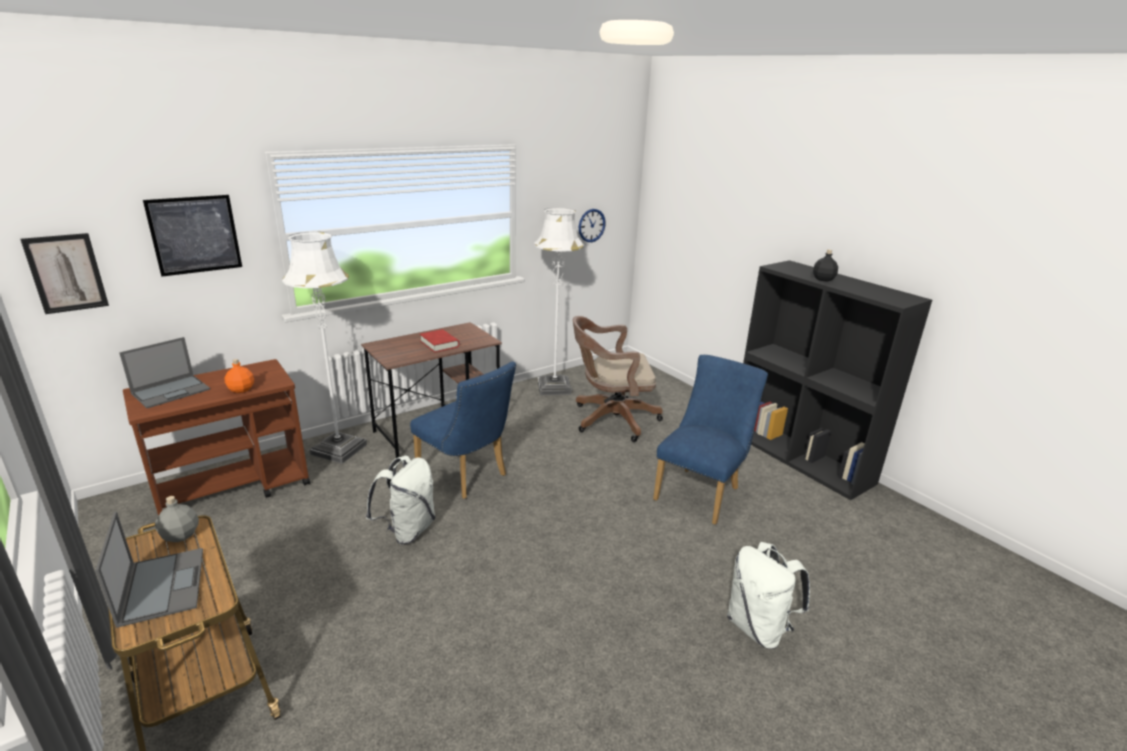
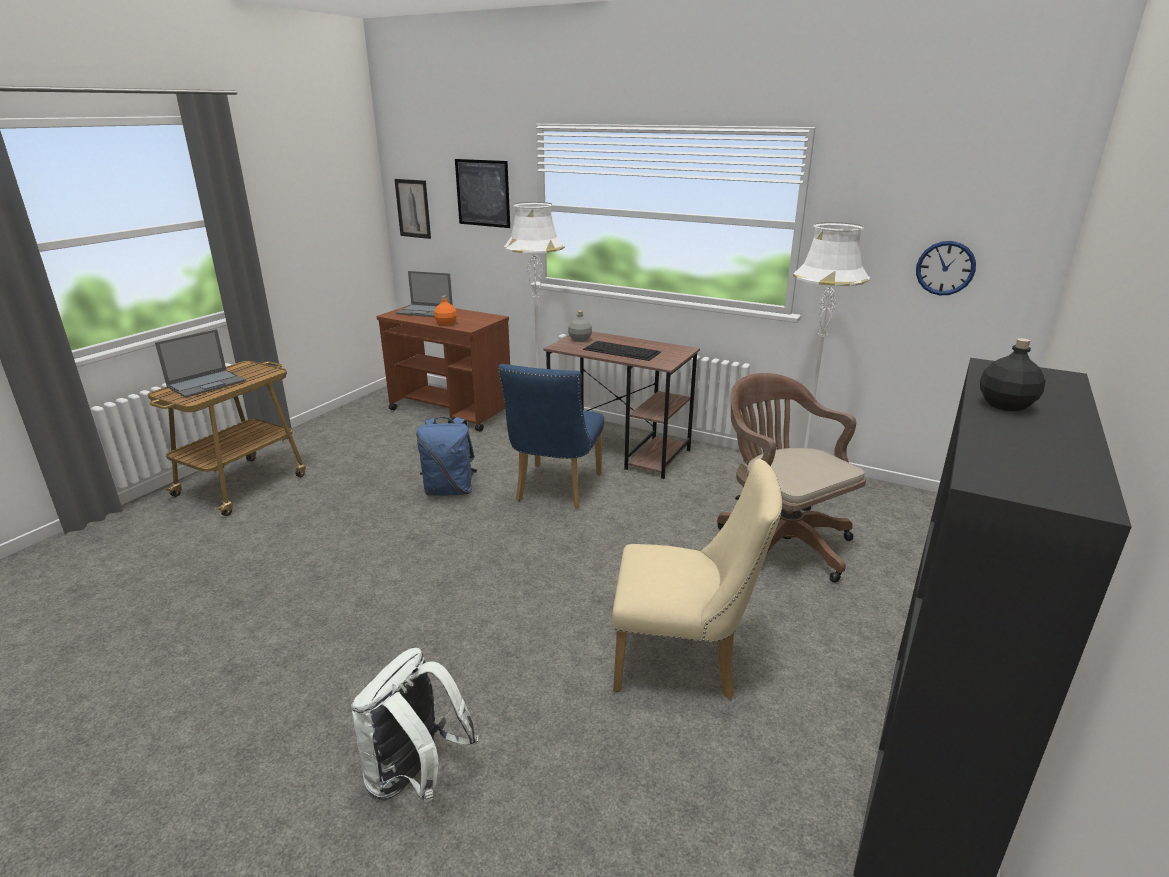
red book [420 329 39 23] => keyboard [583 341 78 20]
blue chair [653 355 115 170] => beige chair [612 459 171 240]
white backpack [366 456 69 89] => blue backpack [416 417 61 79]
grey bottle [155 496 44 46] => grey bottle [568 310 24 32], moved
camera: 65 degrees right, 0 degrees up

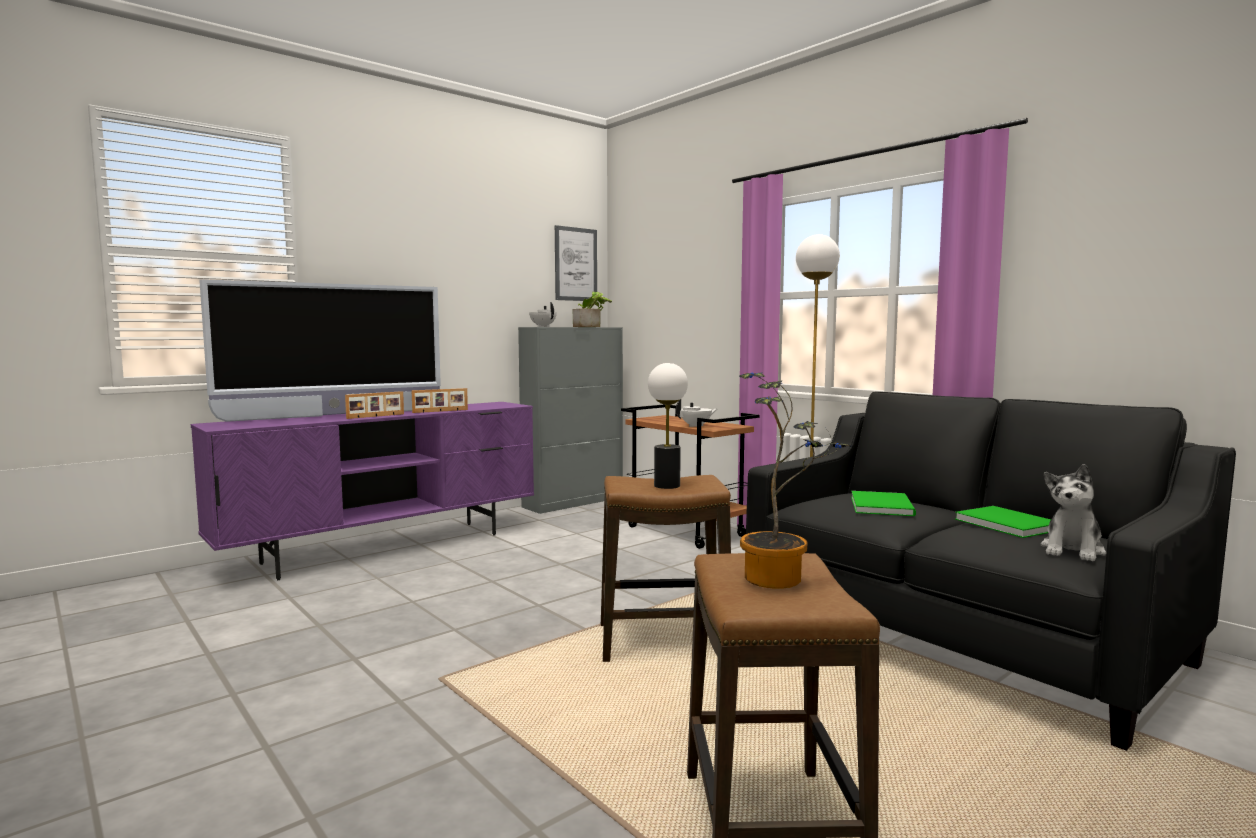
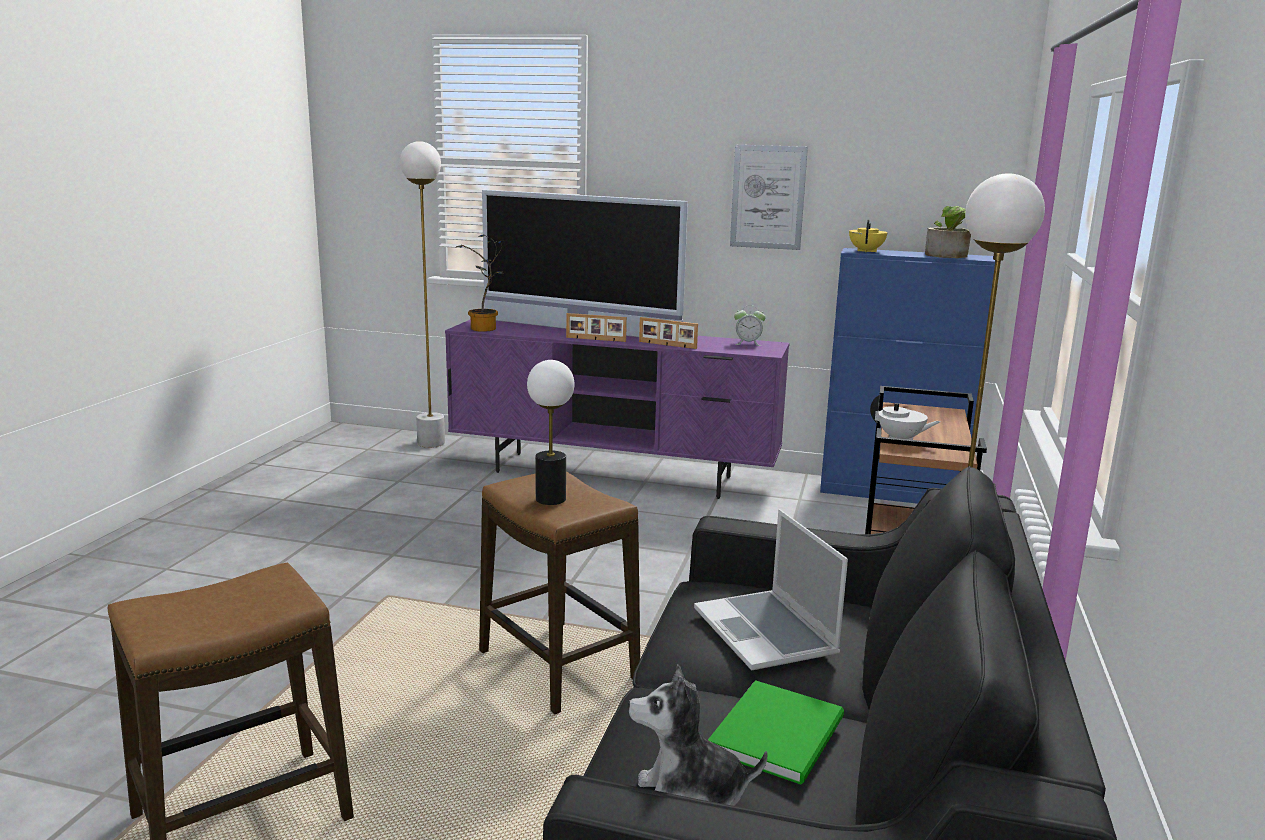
picture [555 225 42 76] => picture [730 145 78 105], moved
white teapot [529 302 28 25] => yellow teapot [849 220 38 32]
grey cabinet [518 327 105 187] => blue cabinet [820 248 175 256]
potted plant [739 372 112 217] => potted plant [456 235 50 97], moved
green book [851 491 65 25] => laptop [694 509 154 162]
nothing => white floor lamp [400 141 45 307]
nothing => alarm clock [734 305 32 41]
camera: 55 degrees right, 10 degrees up

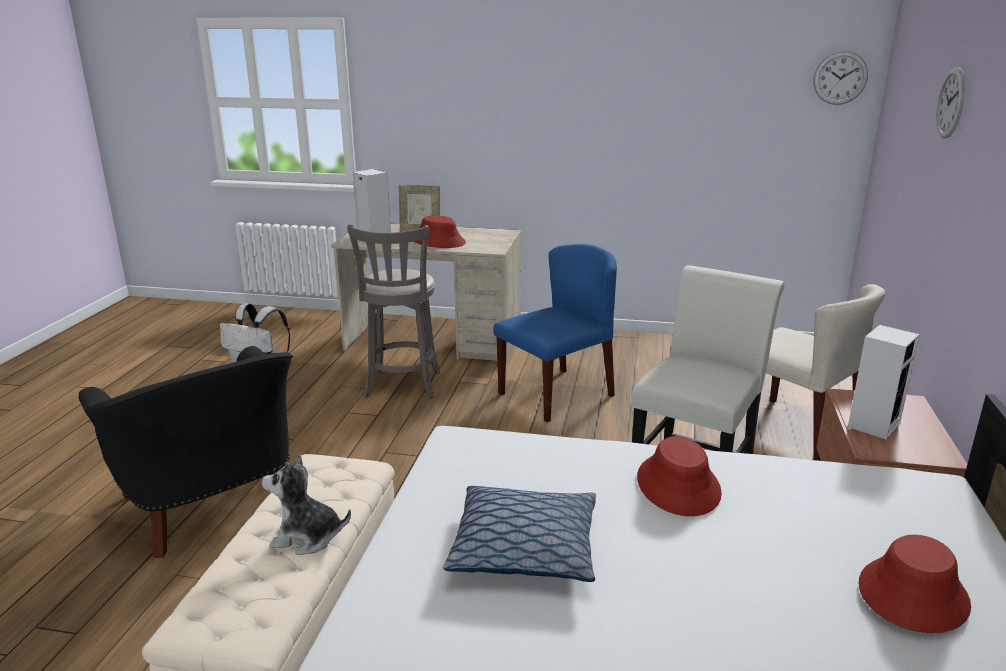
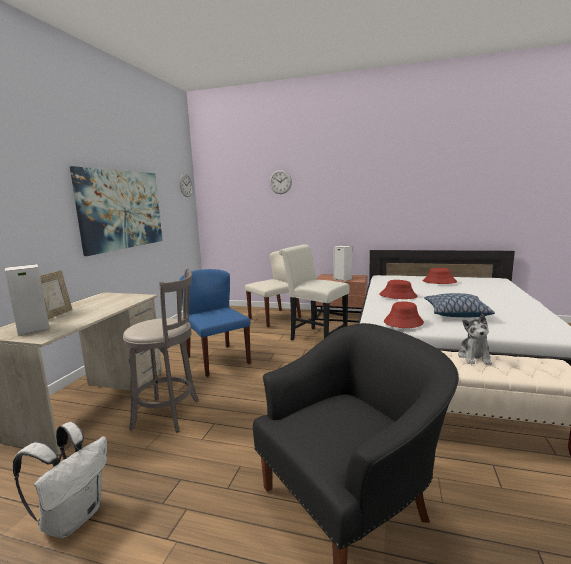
red hat [414 215 52 33] => red hat [384 302 40 26], moved
nothing => picture [70 166 93 90]
camera: 85 degrees left, 10 degrees down

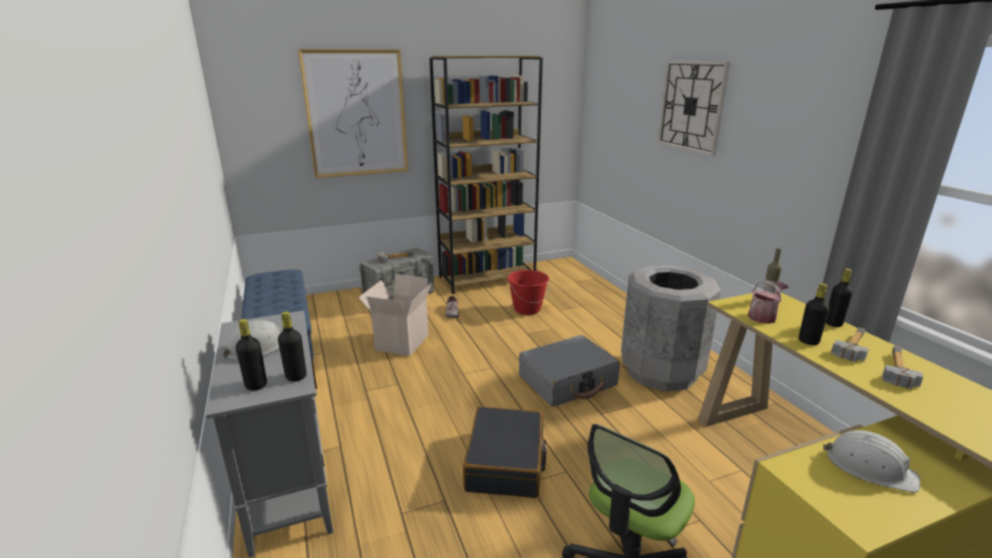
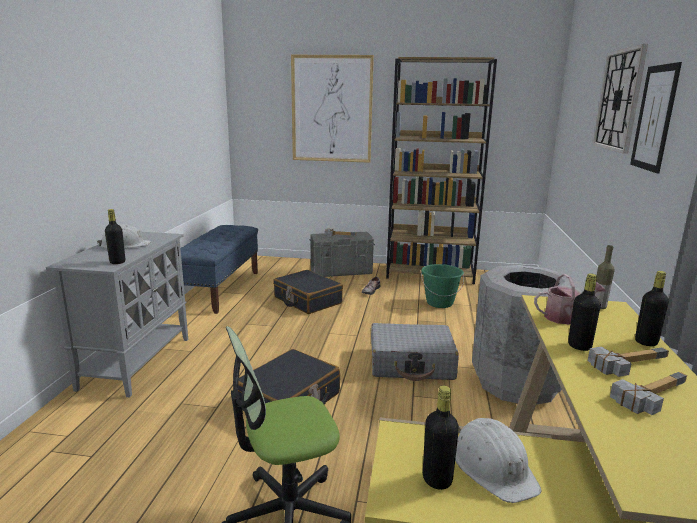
red bucket [507 270 42 45] => green bucket [421 264 43 44]
cardboard box [358 274 73 82] => black suitcase [273 270 70 44]
black bottle [236 319 31 72] => black bottle [423 386 36 104], moved
nothing => picture [630 62 52 112]
camera: 30 degrees right, 5 degrees down

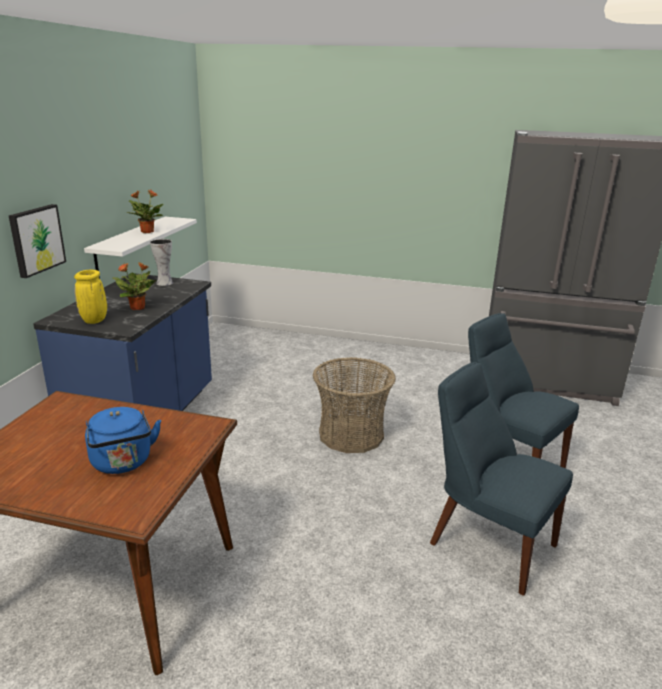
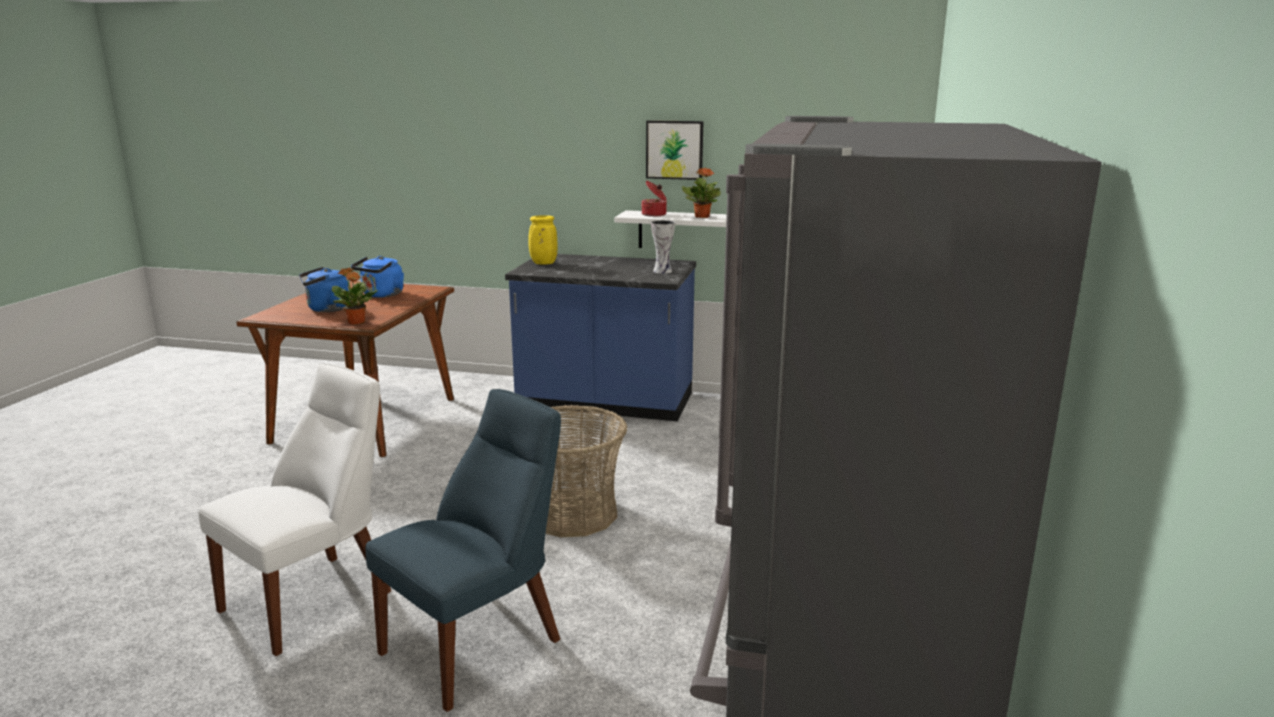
picture [9 204 57 74] => picture [646 120 58 60], moved
potted plant [113 262 43 48] => potted plant [332 268 46 57], moved
blue chair [430 362 143 234] => white chair [198 363 193 293]
nothing => cooking pot [641 181 26 36]
nothing => blue kettle [351 256 53 42]
camera: 90 degrees right, 5 degrees down

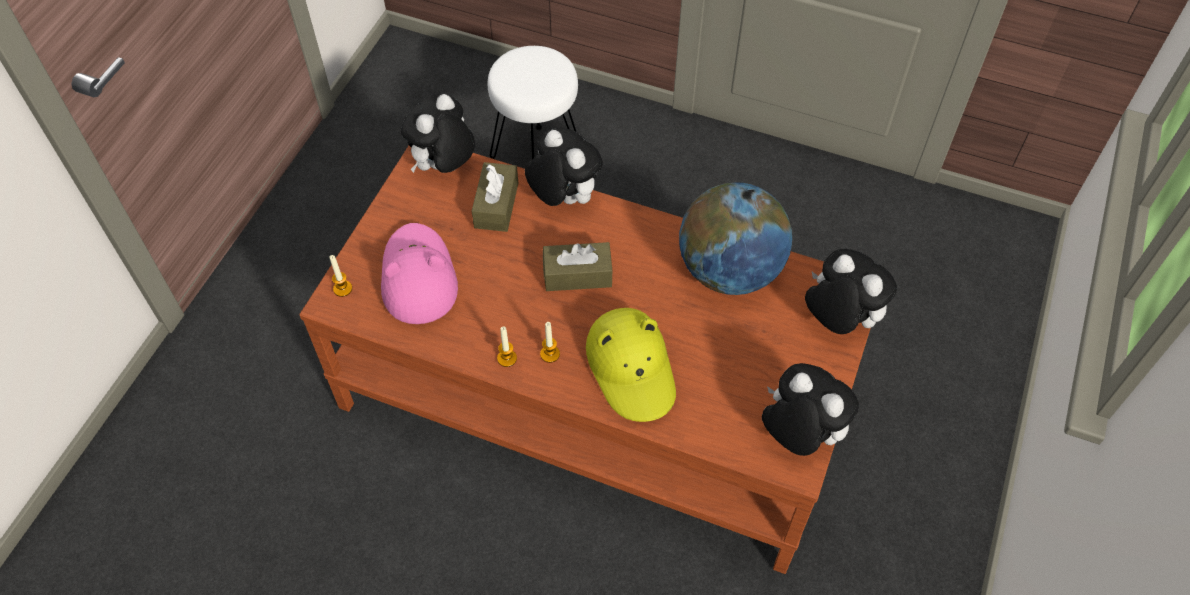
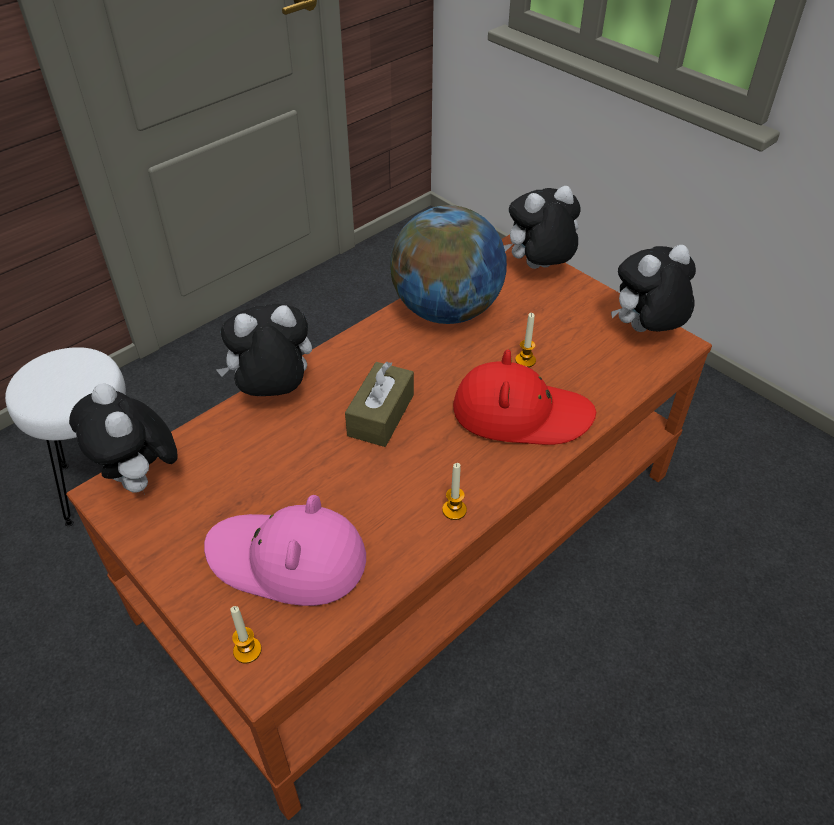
brown tissue box [472 162 46 70] => nothing
yellow hat [586 308 90 114] => red hat [453 350 143 95]
candle [540 322 20 41] => candle [515 313 21 54], moved
camera: 65 degrees left, 10 degrees down

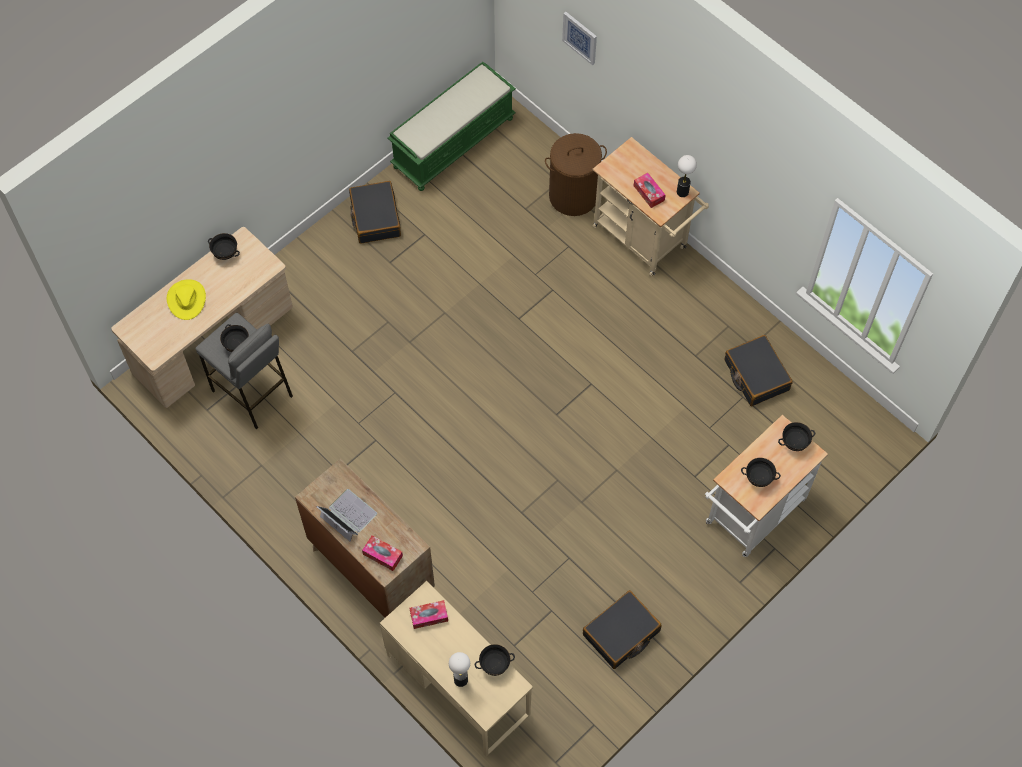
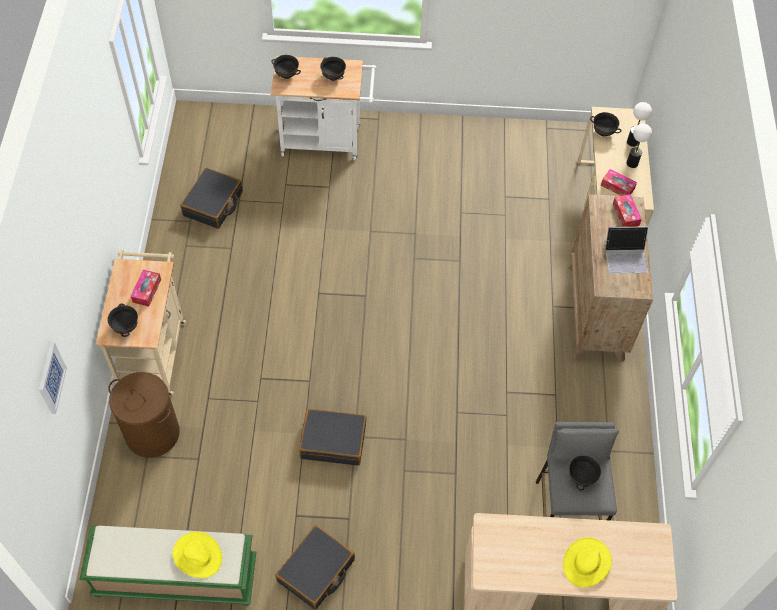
table lamp [677 155 20 42] => table lamp [627 124 25 44], moved
black bowl [208 233 32 27] => black bowl [107 304 31 33], moved
laptop [317 489 60 53] => laptop [604 226 44 48], 90 degrees counterclockwise
black suitcase [583 590 79 79] => black suitcase [299 409 68 57], moved
nothing => yellow hat [173 532 49 46]
camera: 135 degrees left, 5 degrees down

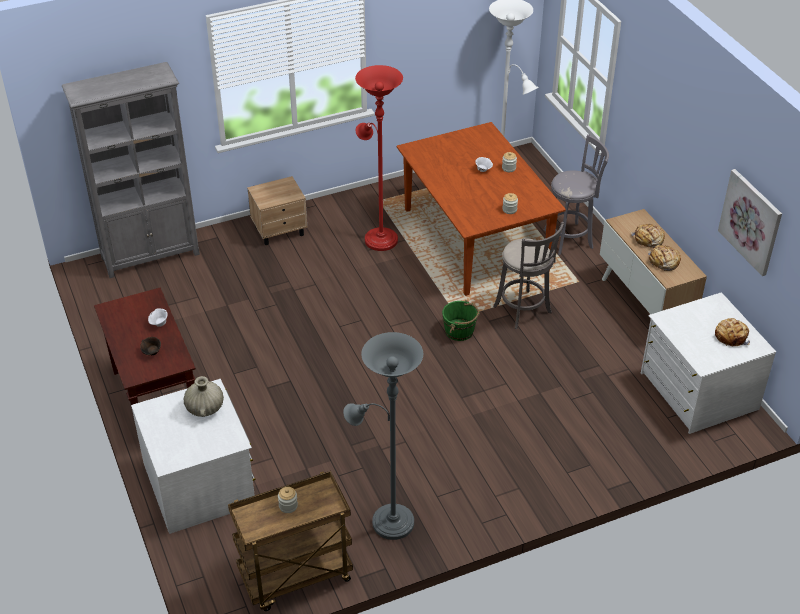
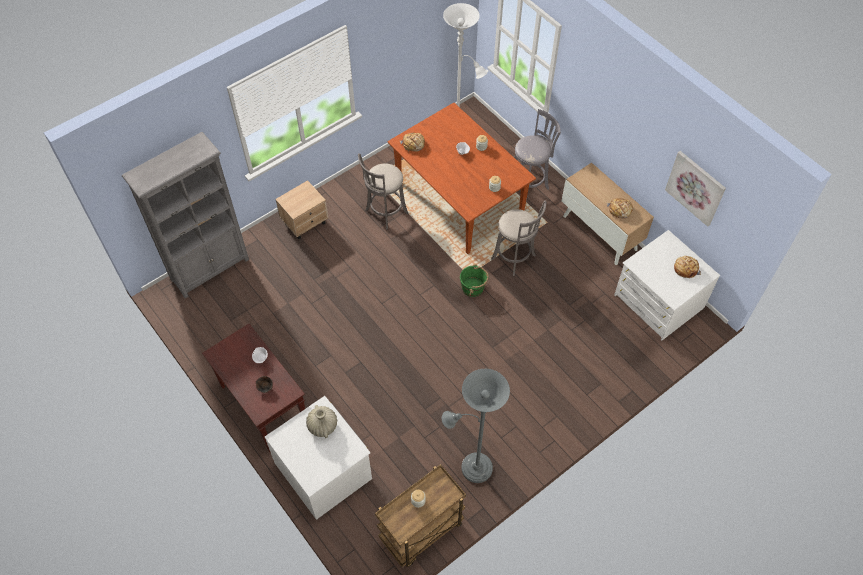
red floor lamp [355 65 48 186] => grey stool [358 153 50 77]
bread [631 224 34 24] => bread [400 133 25 19], moved
camera: 15 degrees left, 15 degrees up

